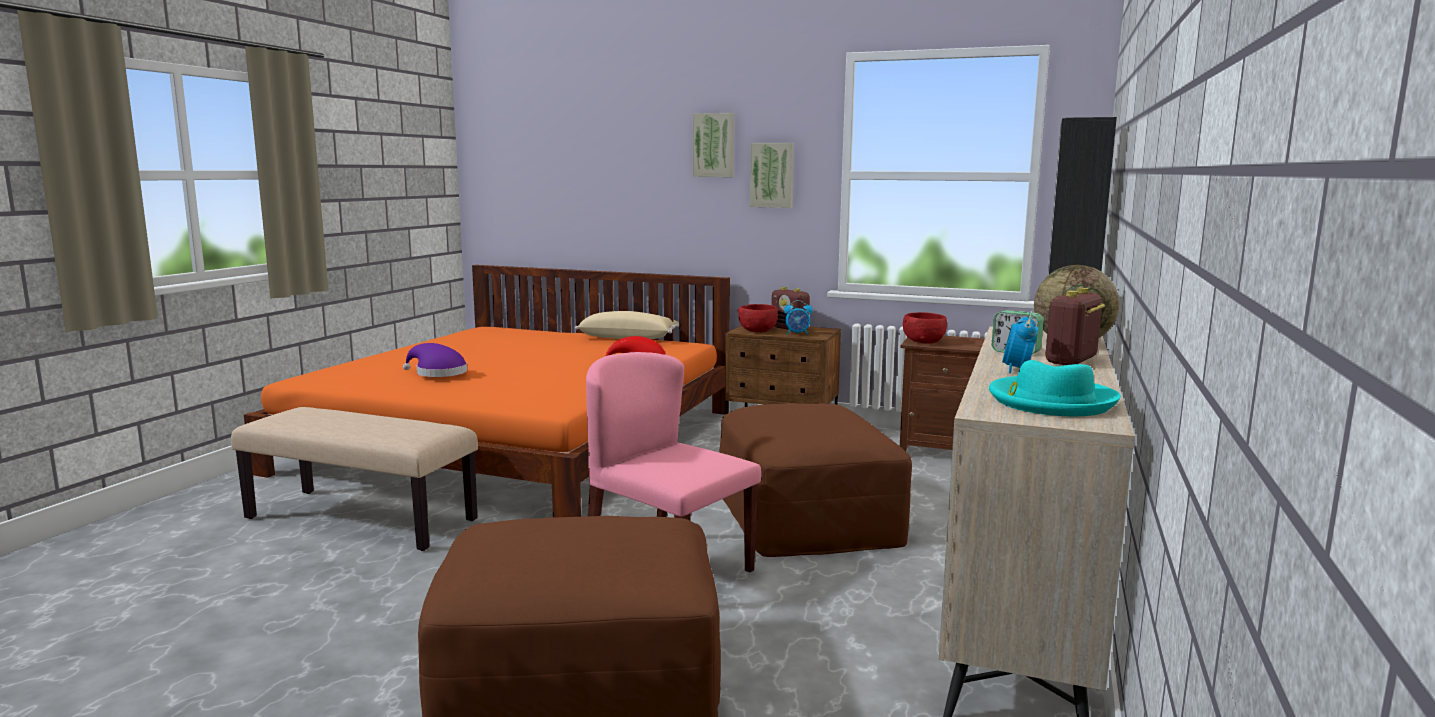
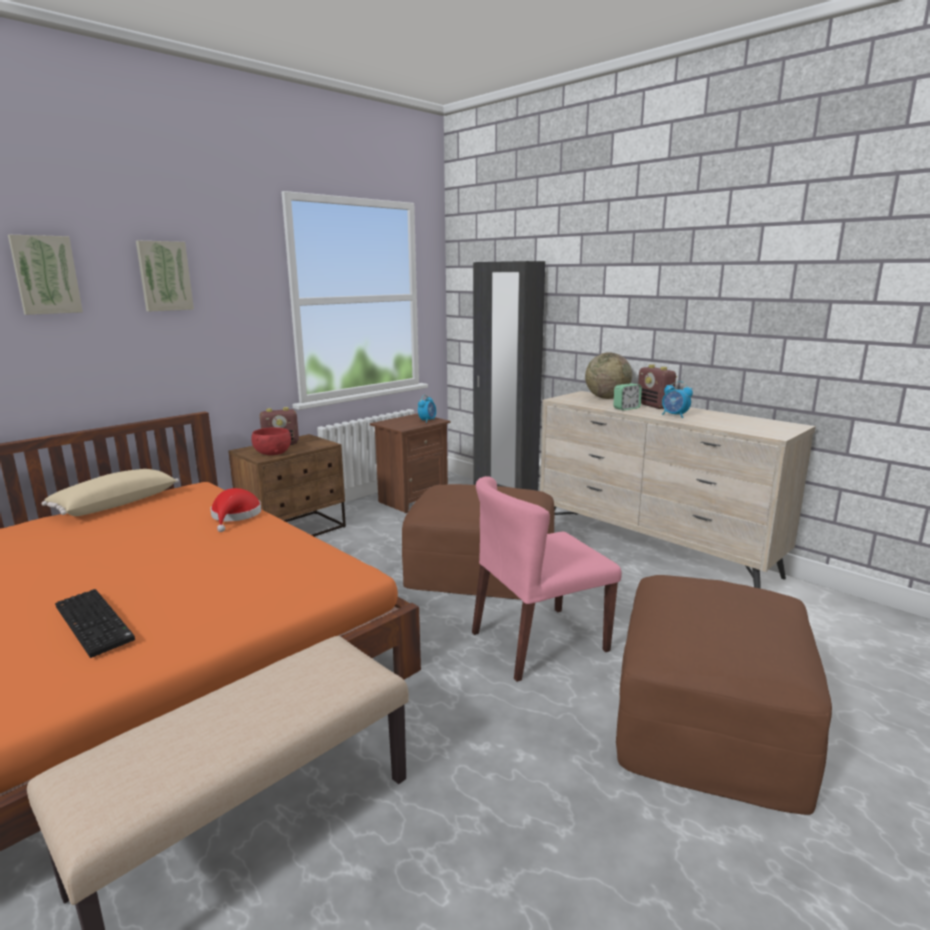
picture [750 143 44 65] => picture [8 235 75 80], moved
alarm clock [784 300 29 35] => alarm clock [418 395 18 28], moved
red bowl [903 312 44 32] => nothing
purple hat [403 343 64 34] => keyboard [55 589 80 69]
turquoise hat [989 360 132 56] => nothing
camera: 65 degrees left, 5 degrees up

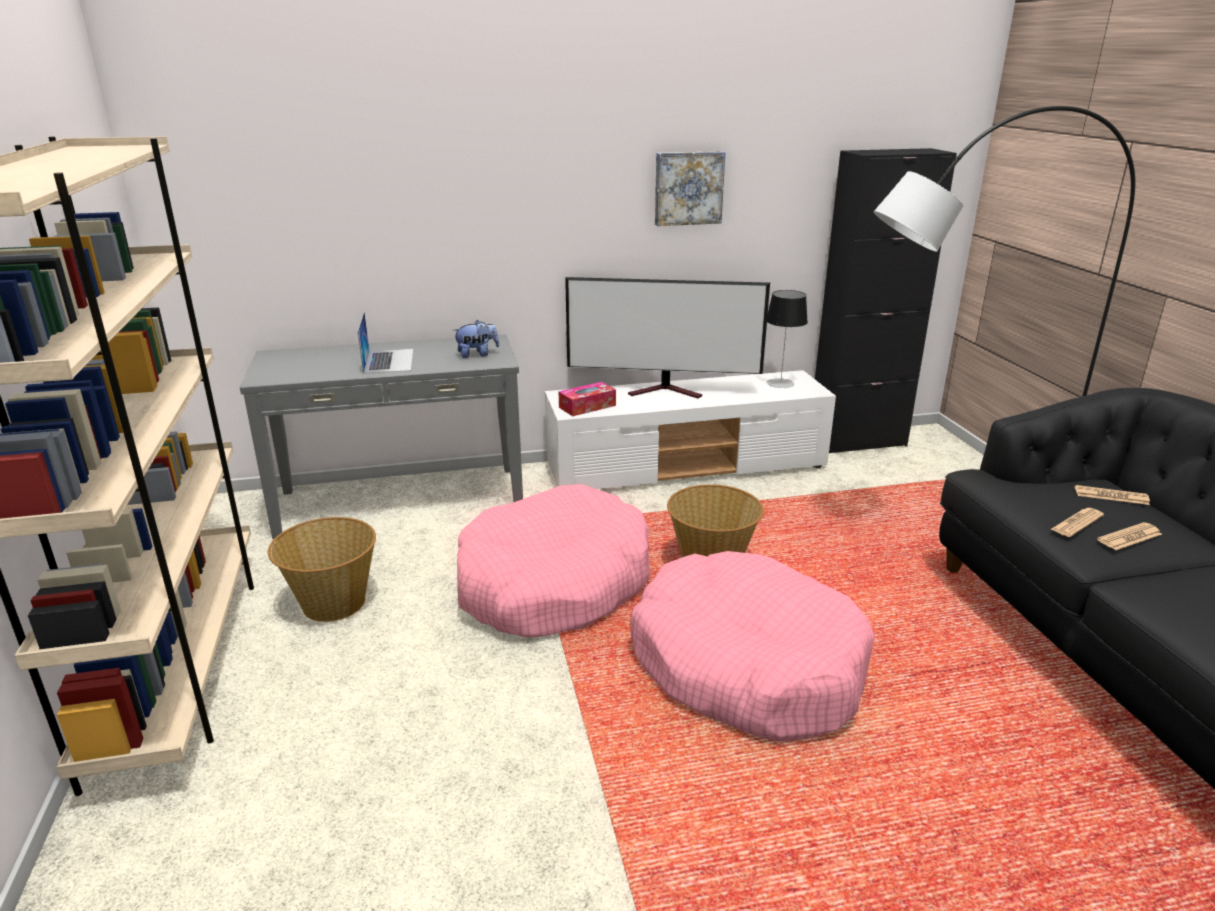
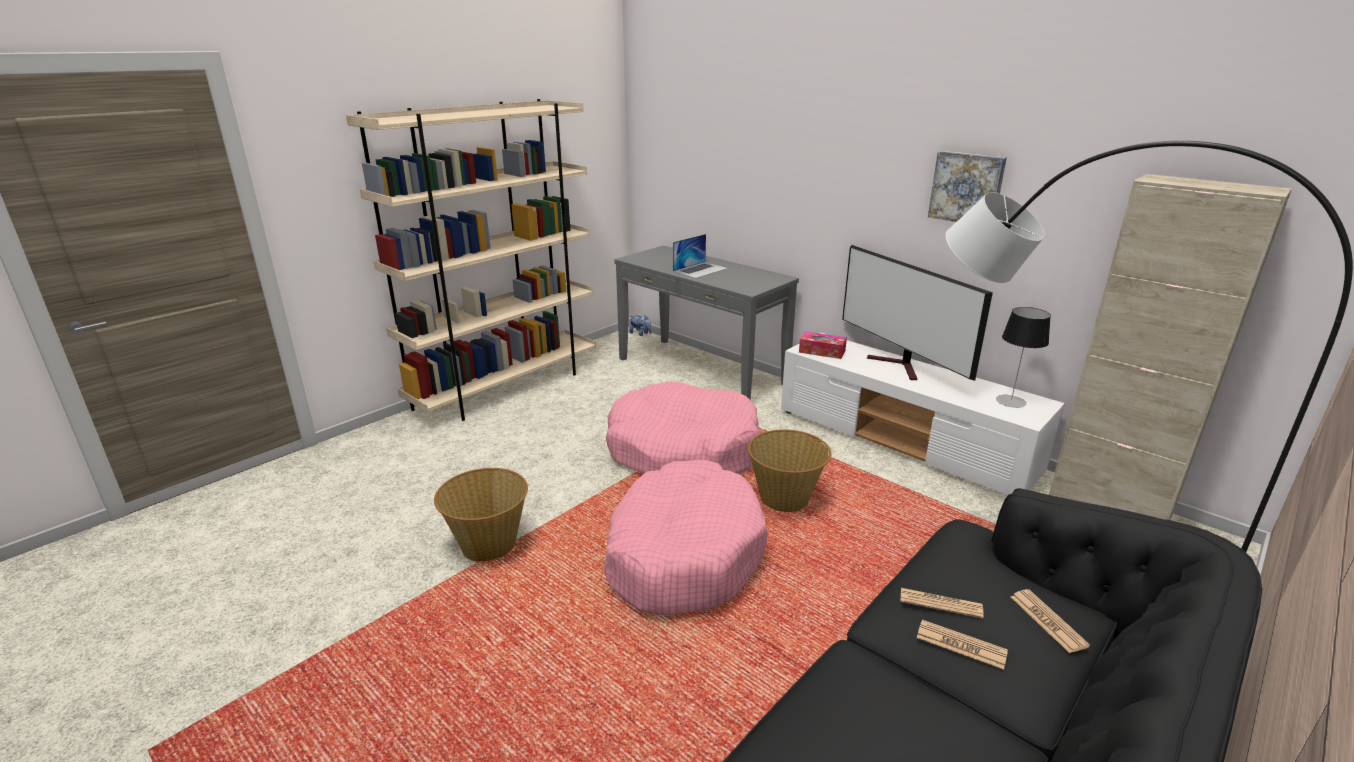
black cabinet [815 148 142 305] => beige cabinet [1049 174 243 346]
plush toy [453 320 46 38] => plush toy [629 315 23 21], moved
basket [268 517 108 105] => basket [434 468 94 94], moved
camera: 55 degrees right, 0 degrees up

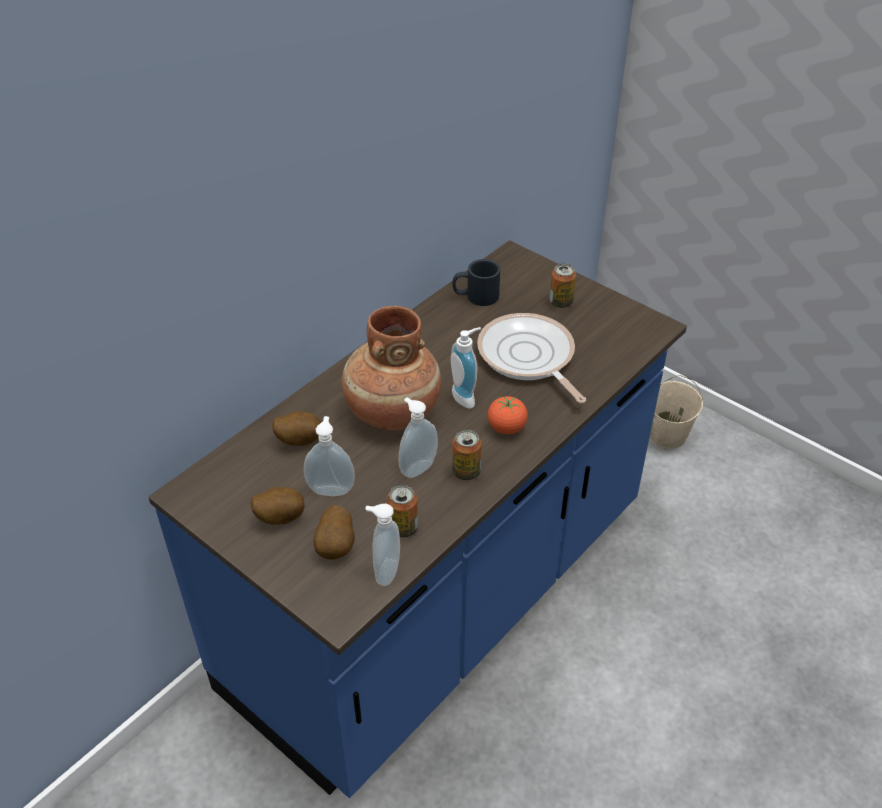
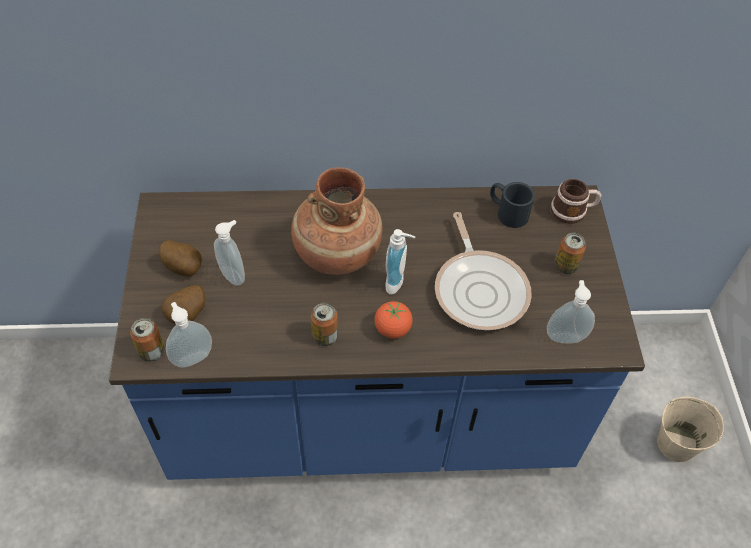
frying pan [477 313 109 90] => frying pan [435 212 97 118], 150 degrees clockwise
soap dispenser [398 397 40 81] => soap dispenser [547 280 48 64], moved
potato [272 411 49 35] => nothing
can [387 485 31 53] => can [130 318 35 44], moved
nothing => mug [551 179 50 45]
camera: 45 degrees right, 10 degrees up

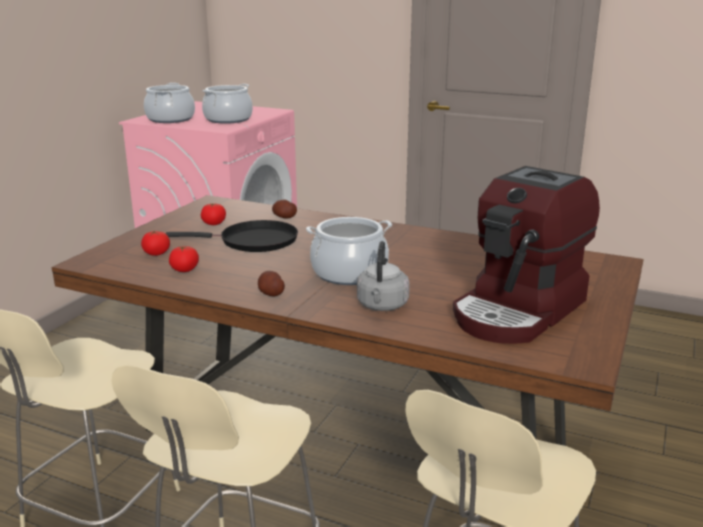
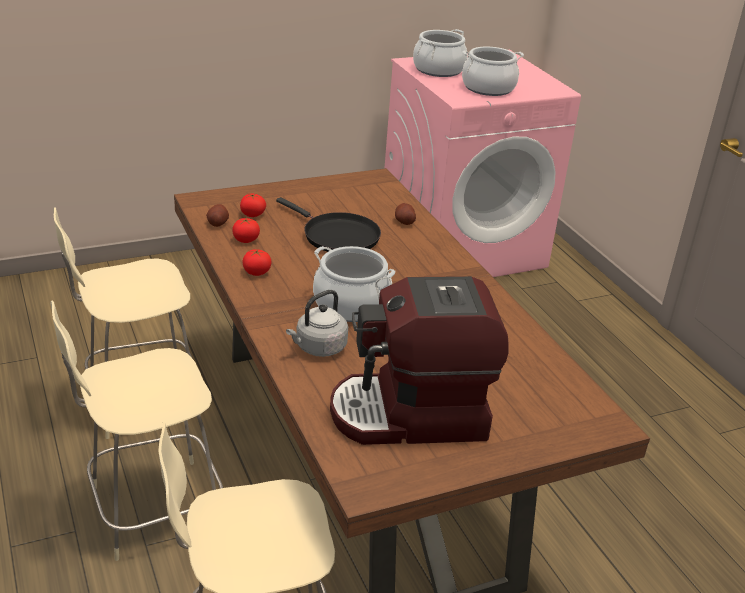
tomato [201 203 25 22] => tomato [243 249 28 27], moved
potato [258 271 27 25] => potato [206 204 23 23], moved
camera: 40 degrees right, 10 degrees up

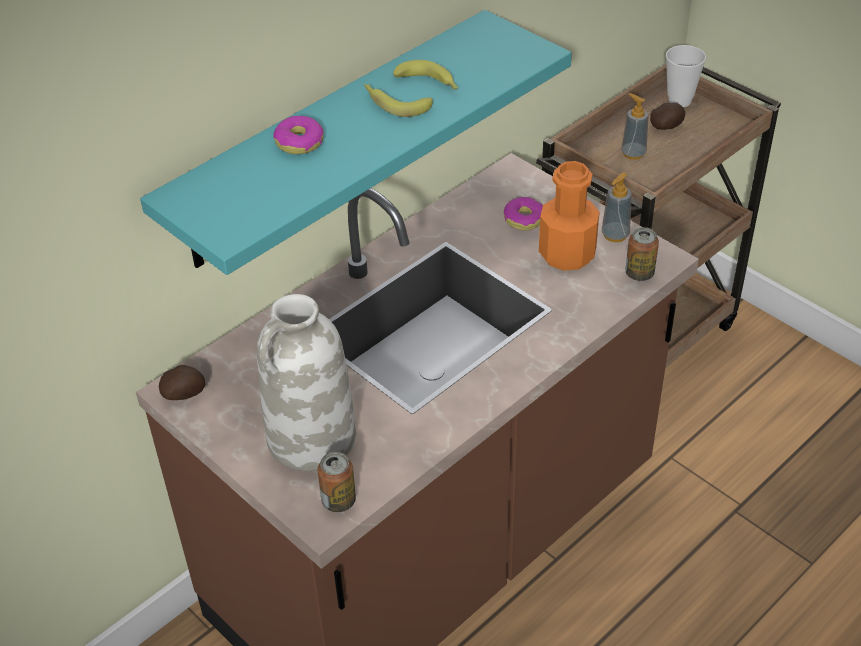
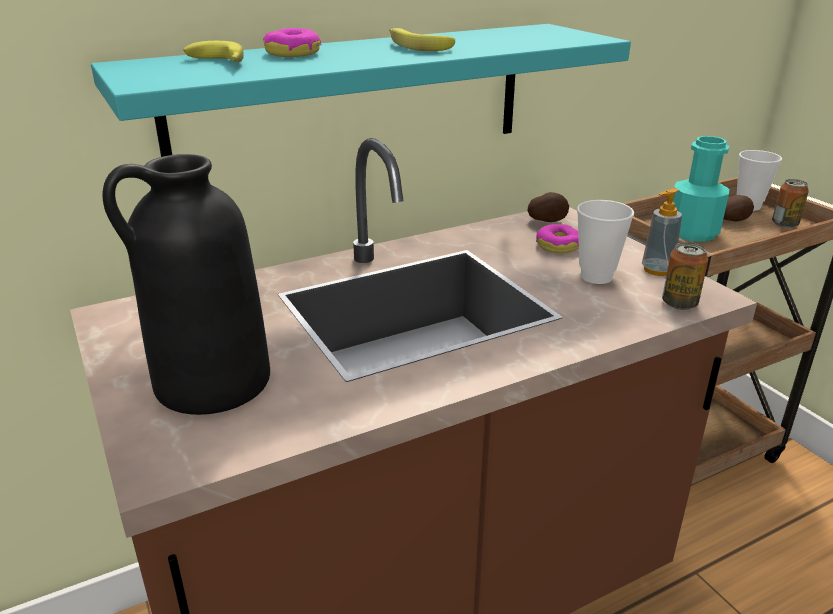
banana [393 60 65 30] => banana [183 41 61 21], moved
soap dispenser [621 93 28 67] => turquoise bottle [672 136 58 106]
orange bottle [539 161 61 110] => cup [577 200 57 84]
white vase [256 294 100 177] => black vase [102 154 168 261]
potato [159 365 46 35] => potato [528 192 41 30], moved
can [318 452 38 60] => can [772 179 37 49], moved
camera: 15 degrees right, 15 degrees down

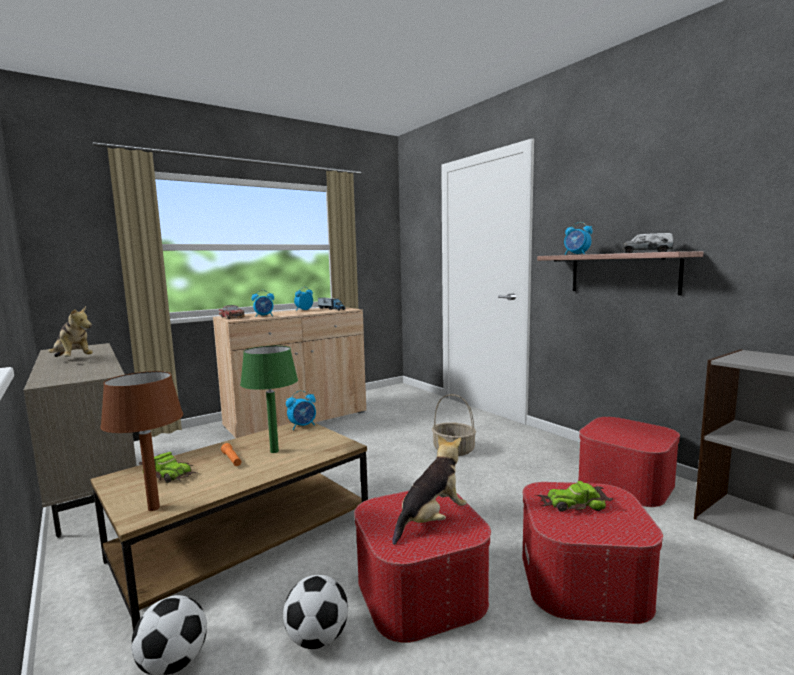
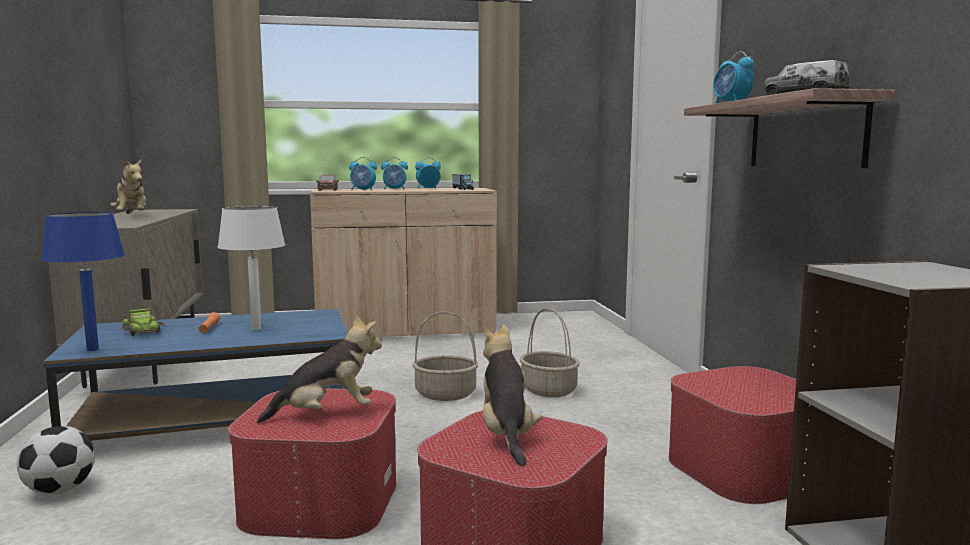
green table lamp [240 346 58 107] => white table lamp [218 206 67 124]
brown table lamp [100 371 83 140] => blue table lamp [41 212 84 139]
alarm clock [286 391 30 39] => alarm clock [381 157 27 33], moved
brown coffee table [90 422 278 209] => blue coffee table [43 309 305 132]
toy car [536 481 77 31] => plush toy [483 324 60 142]
football [283 575 65 74] => nothing
nothing => basket [413 311 65 90]
camera: 25 degrees right, 0 degrees up

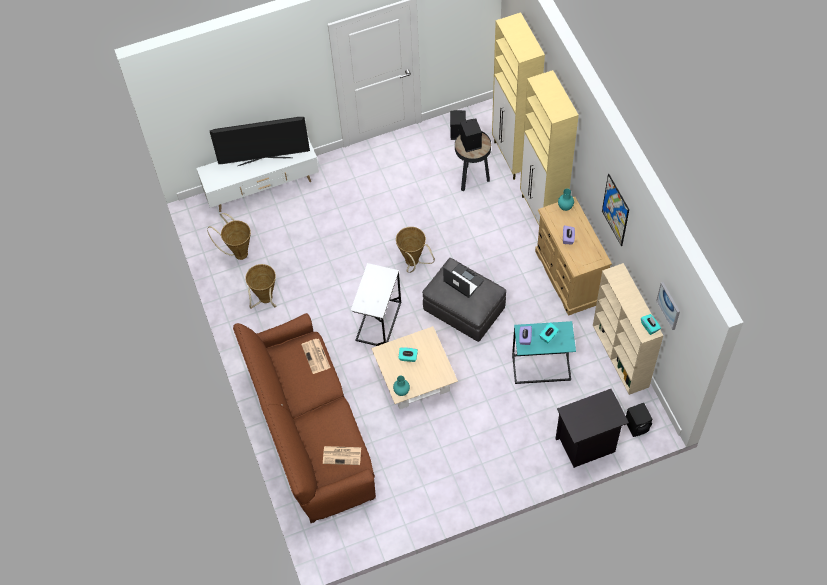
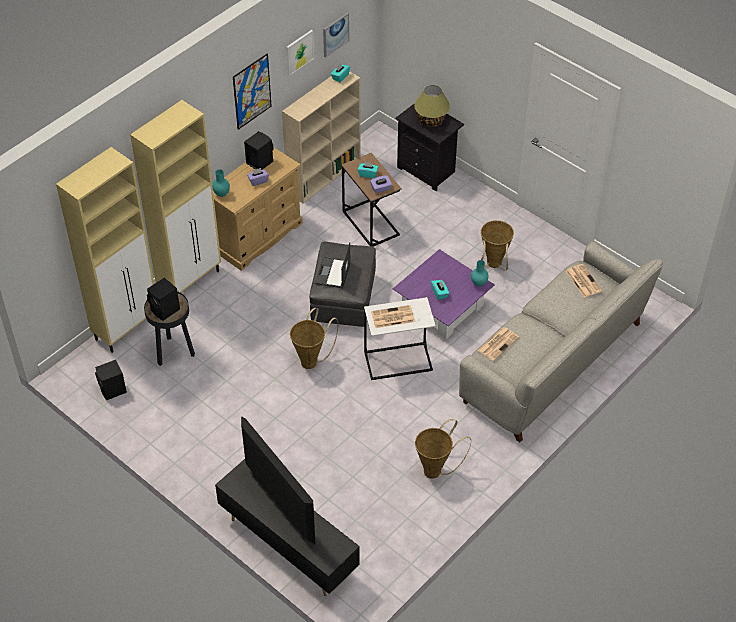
white tv stand [196 138 123 74] => black tv stand [215 459 145 137]
basket [207 213 44 47] => basket [481 220 33 51], moved
brown sofa [233 313 143 210] => grey sofa [459 241 204 201]
turquoise side table [512 321 64 63] => brown side table [341 153 61 94]
beige coffee table [371 326 87 83] => purple coffee table [393 249 102 90]
black speaker [626 403 26 34] => black speaker [244 131 30 39], moved
nothing => picture [286 30 28 46]
nothing => table lamp [414 85 36 42]
nothing => newspaper [371 305 44 23]
camera: 120 degrees left, 10 degrees down

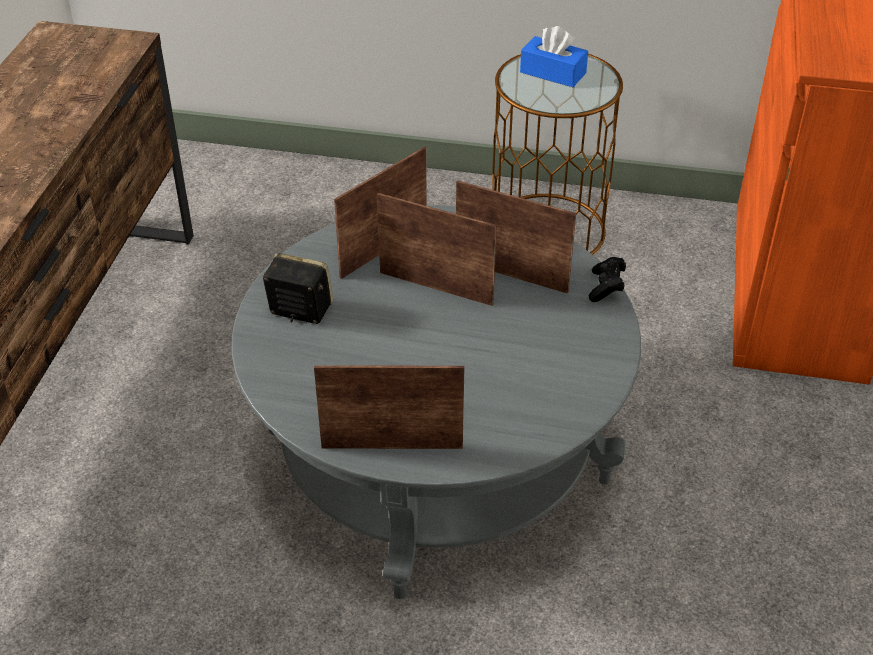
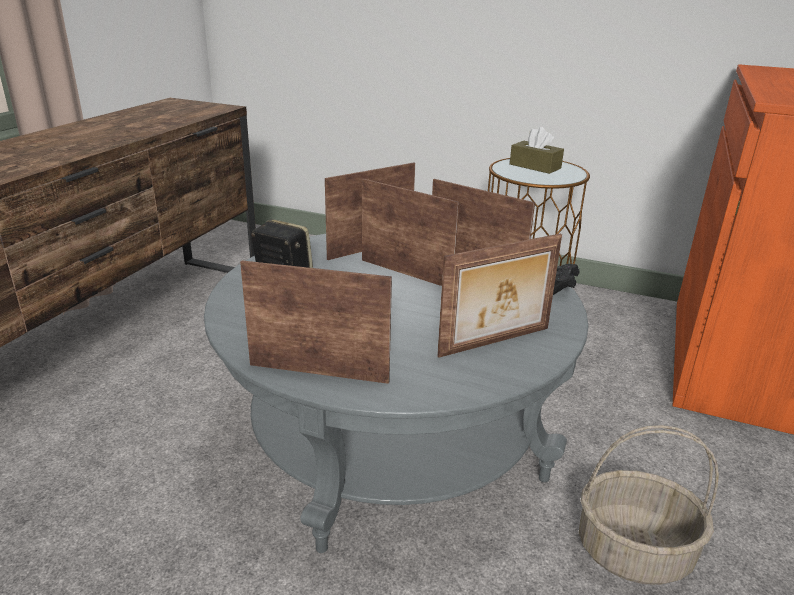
blue tissue box [520 26 68 61] => brown tissue box [510 127 54 47]
nothing => picture frame [437 234 125 124]
nothing => basket [579 425 140 160]
camera: 10 degrees right, 15 degrees down

